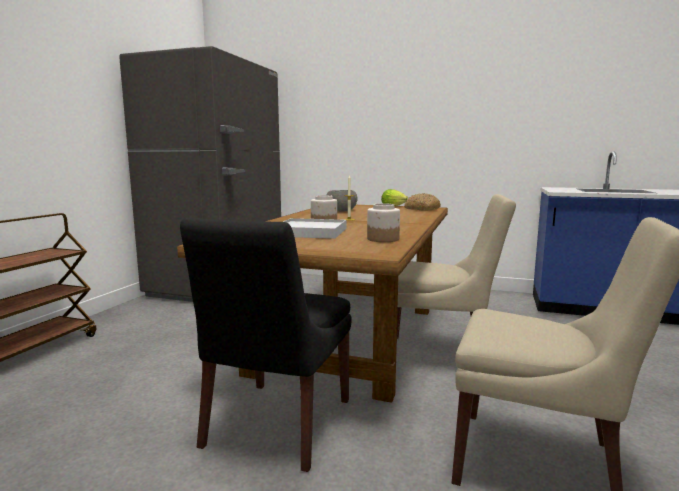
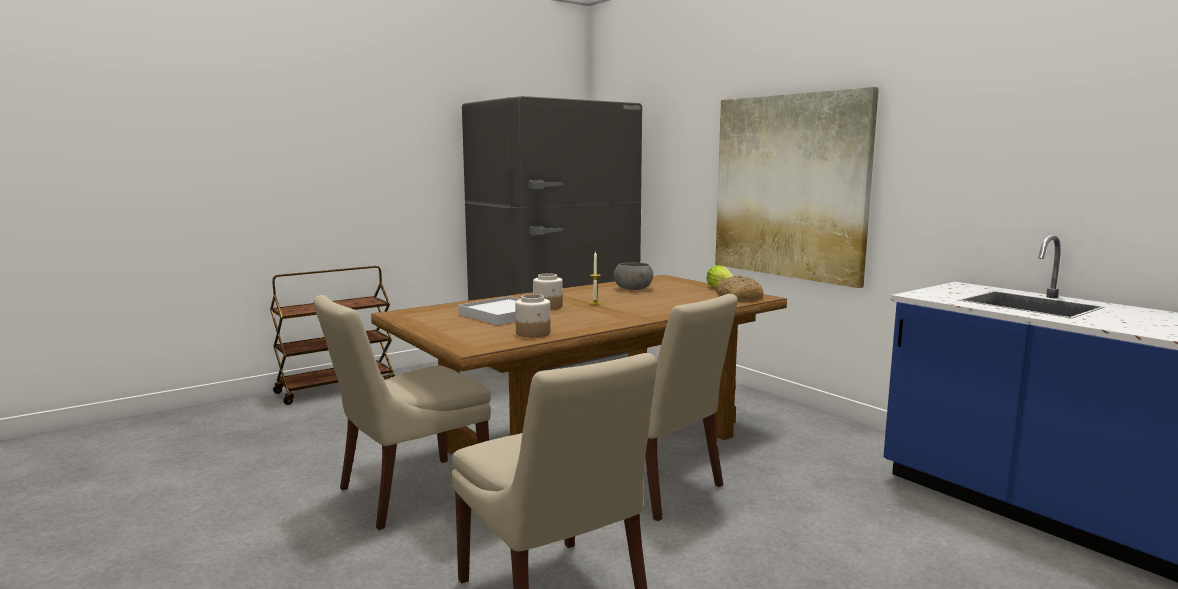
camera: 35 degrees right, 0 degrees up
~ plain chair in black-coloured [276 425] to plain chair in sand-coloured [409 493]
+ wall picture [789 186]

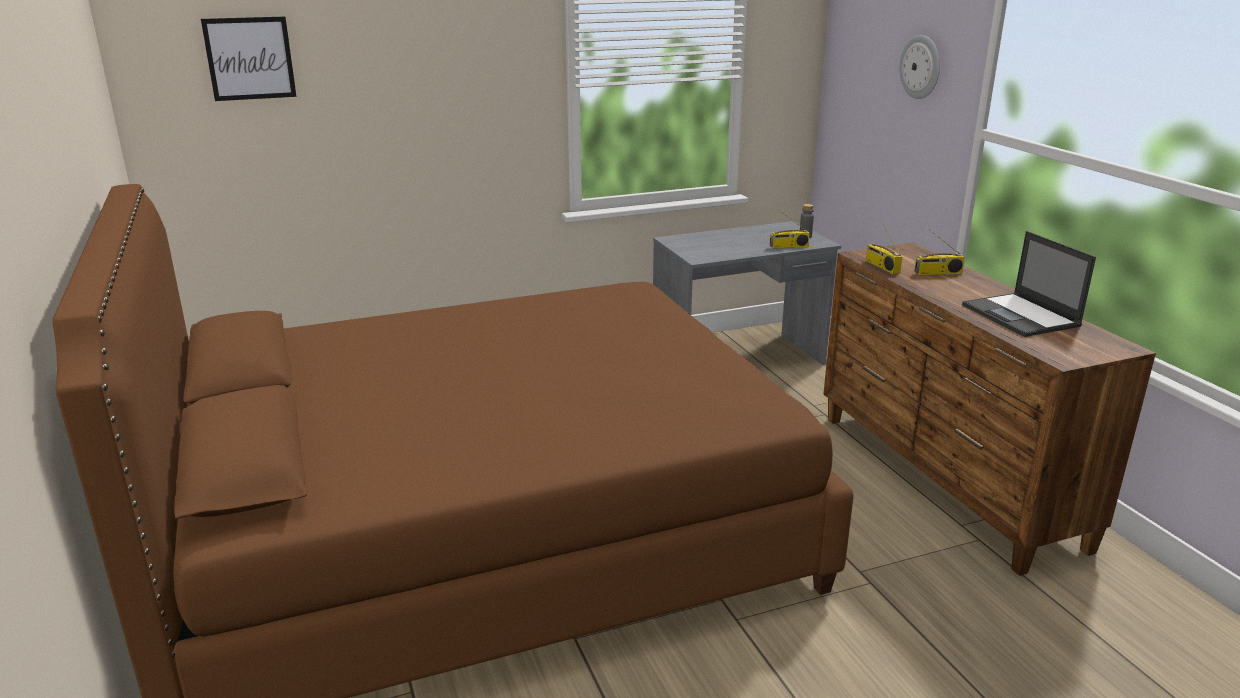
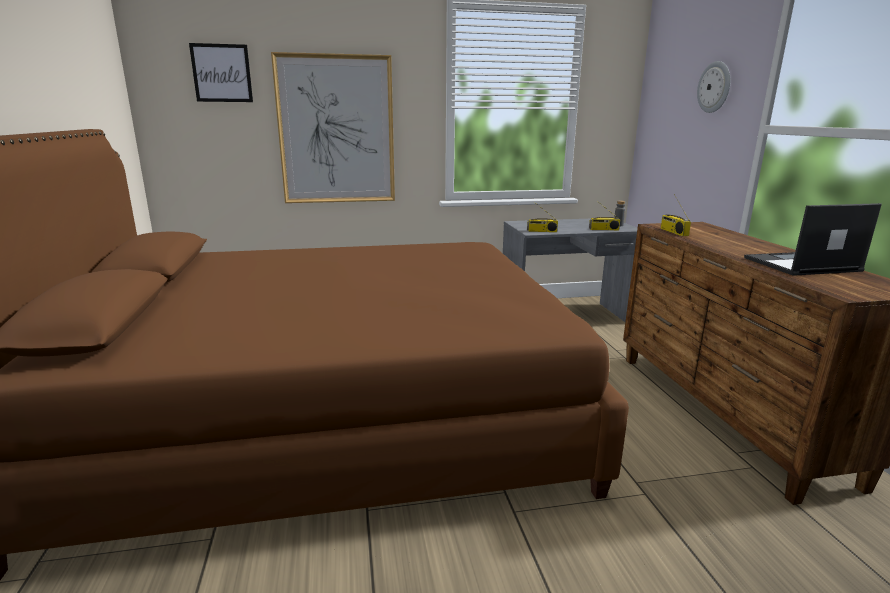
camera: 10 degrees right, 5 degrees down
~ radio [937 273] to [541 231]
~ notebook computer [1021 316] = [800 264] 90 degrees clockwise
+ wall picture [336 130]

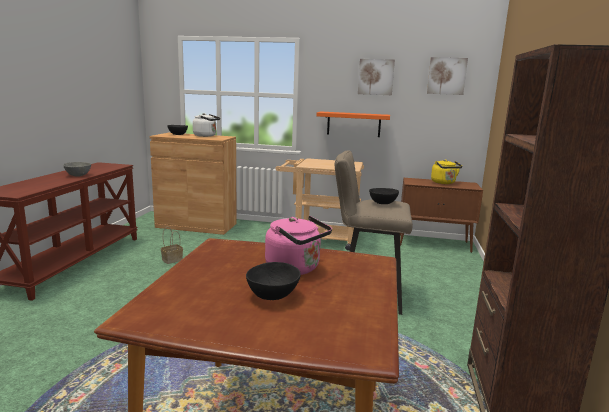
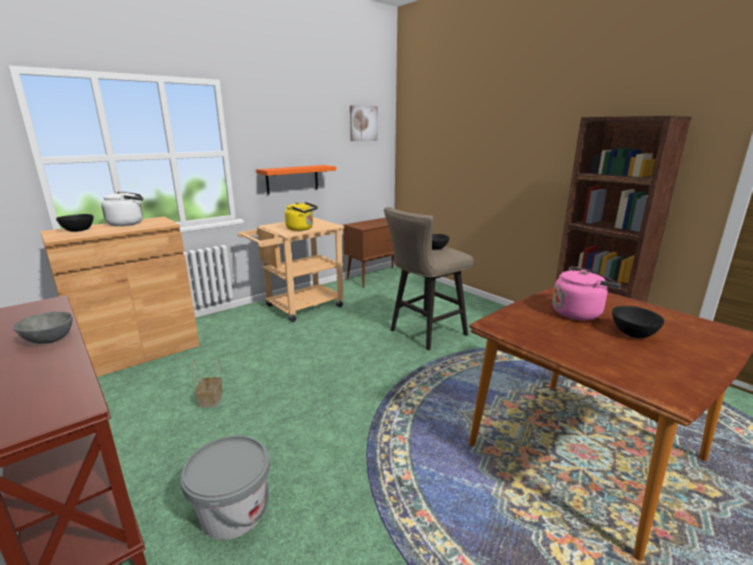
camera: 50 degrees left, 5 degrees up
- wall picture [376 77]
~ tea kettle in yellow [444 183] to [301 229]
+ bucket in gray [233 512]

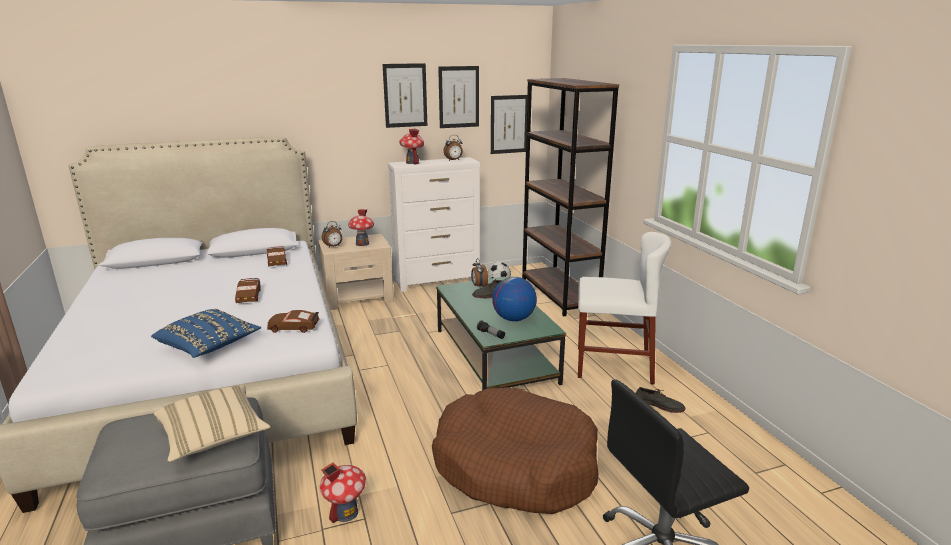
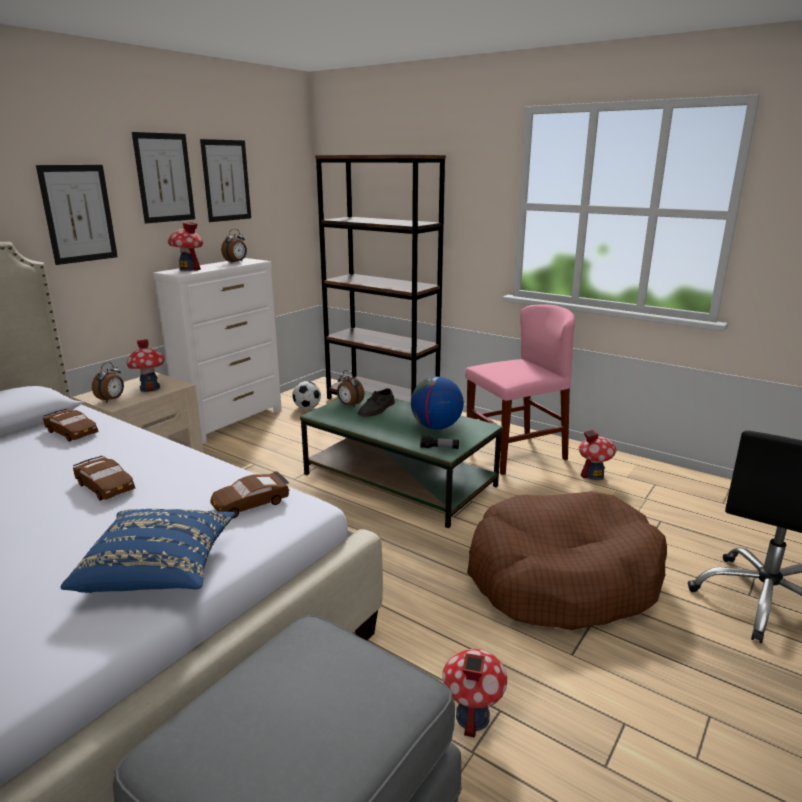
camera: 35 degrees left, 0 degrees up
- throw pillow in sand-coloured [213 436]
~ wall picture [509 124] to [78 214]
~ plain chair in white-coloured [613 365] to plain chair in pinkish [515 453]
~ low shoe in gray [658 405] to toy house [594 475]

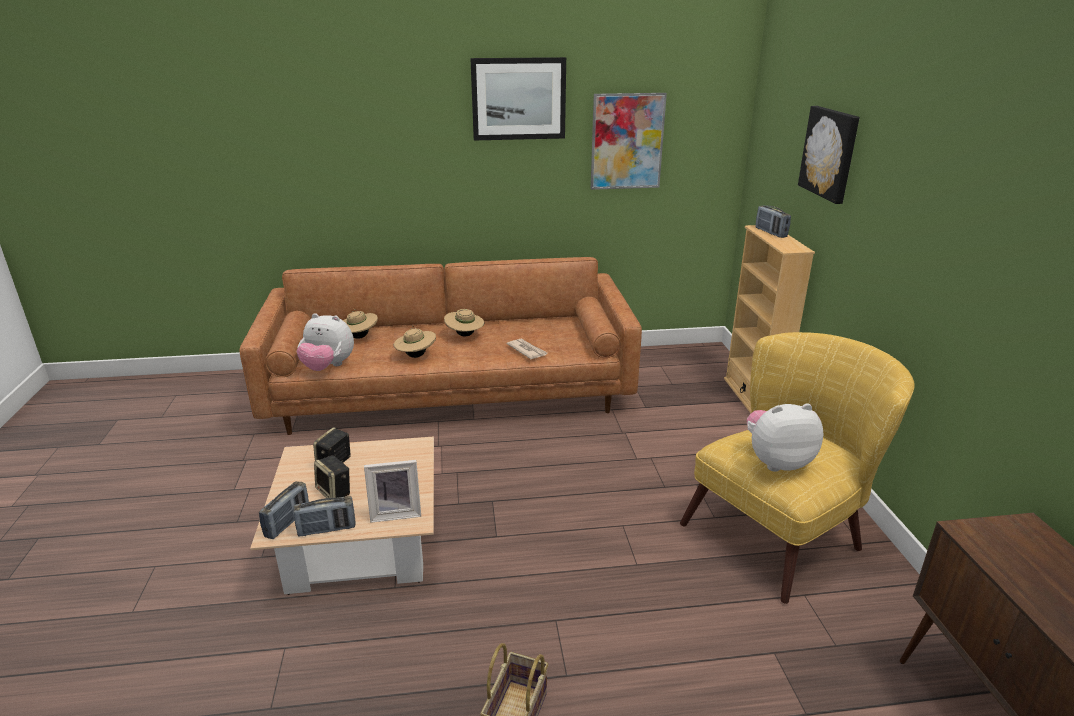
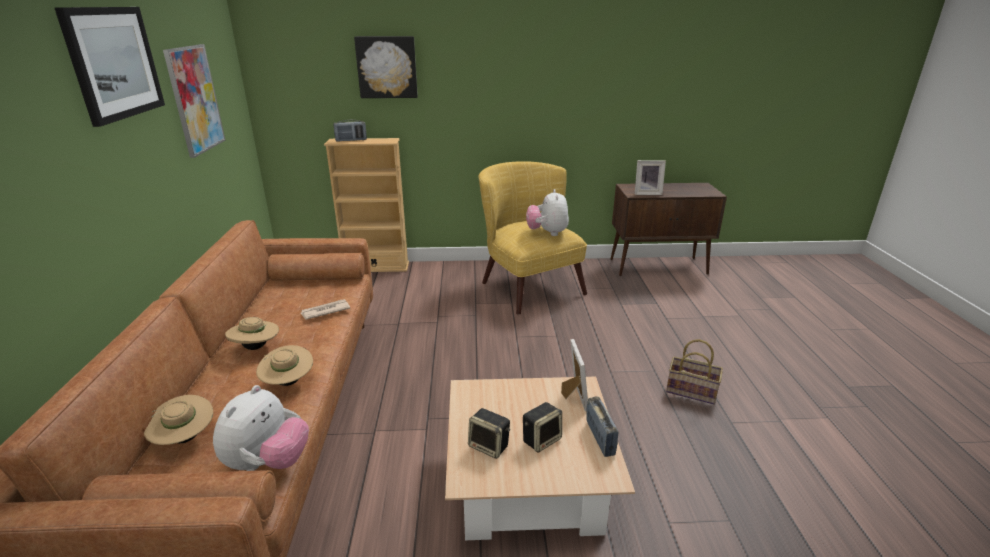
camera: 85 degrees left, 0 degrees up
- radio [287 522]
+ picture frame [647 193]

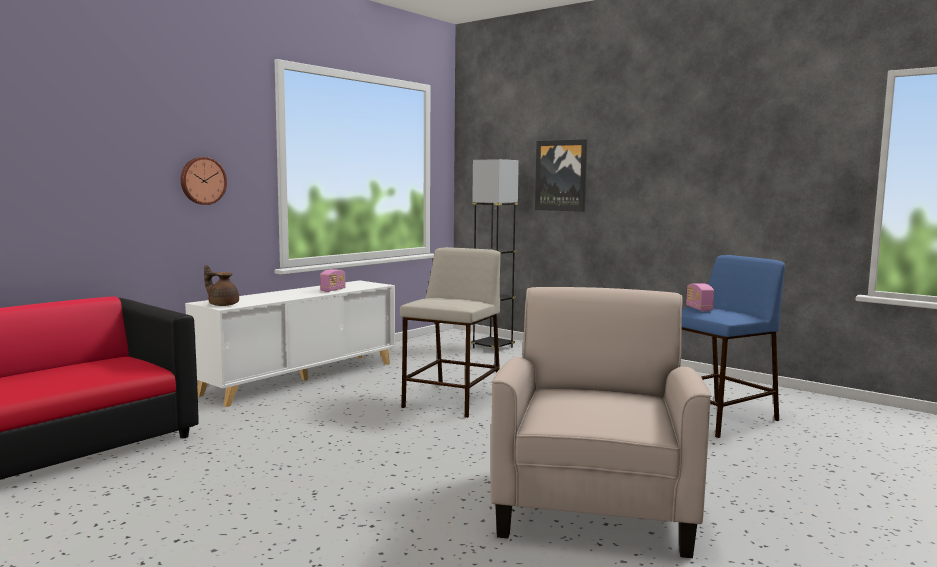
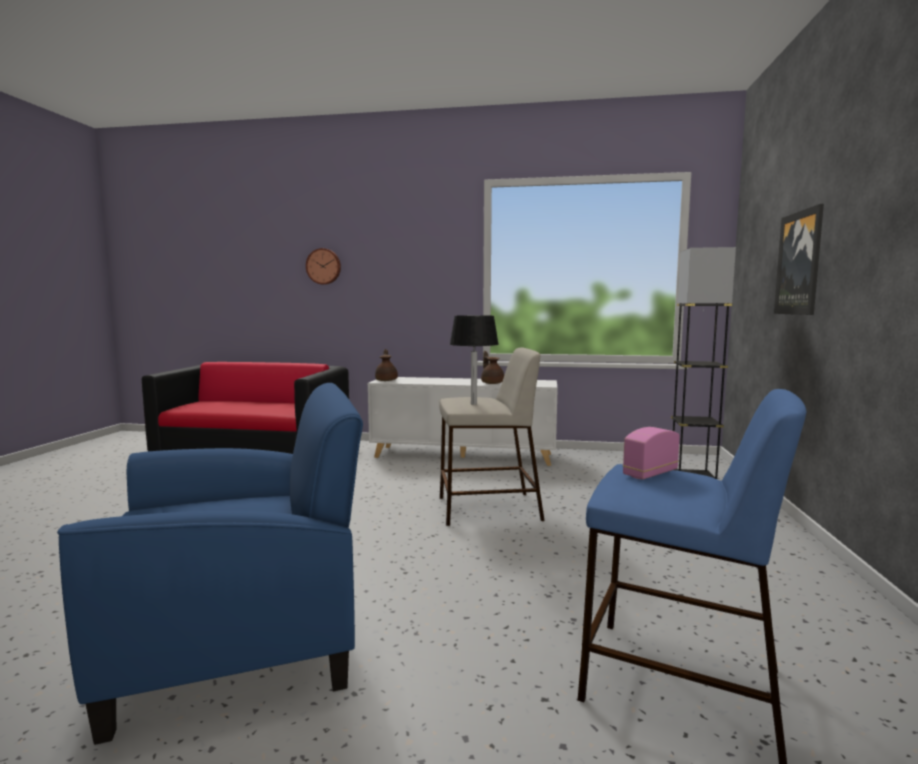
camera: 60 degrees right, 0 degrees up
~ hanging clock [202 181] to [324 266]
~ radio [333 290] to tea pot in brown [492 383]
~ armchair in sand-coloured [594 506] to armchair in blue [241 642]
+ tabletop lamp in black-coloured [474 404]

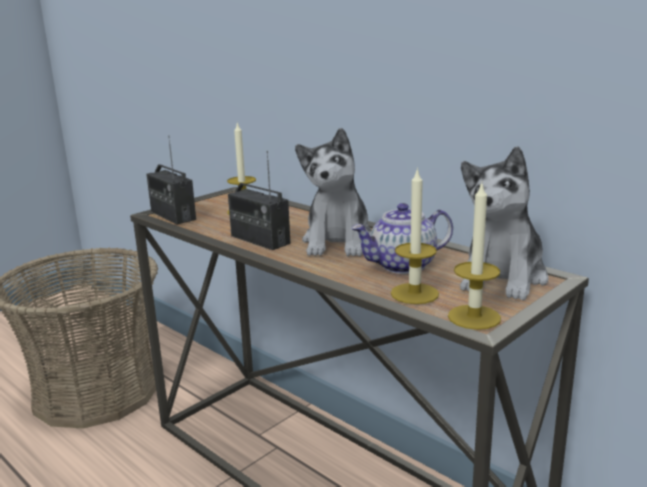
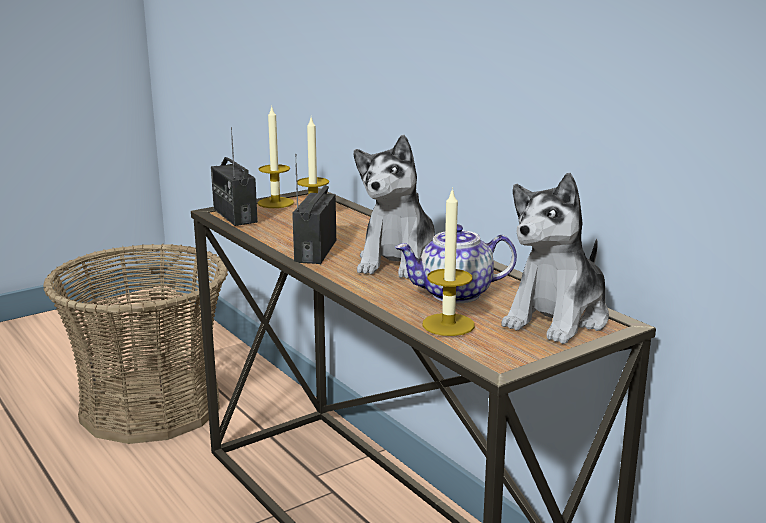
camera: 10 degrees right, 0 degrees up
~ radio [259 240] = [315 251] 45 degrees clockwise
~ wax light [474 317] to [275 203]

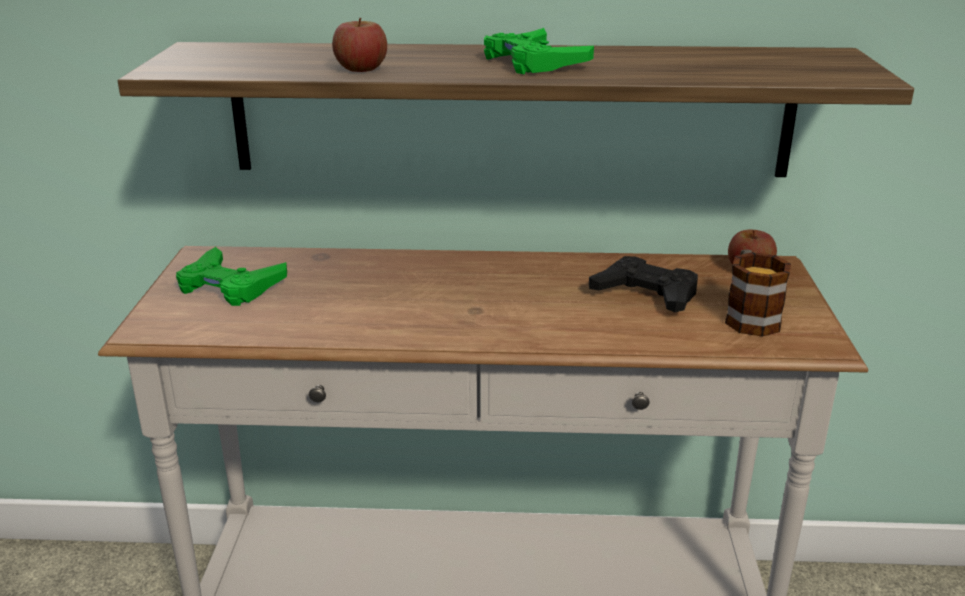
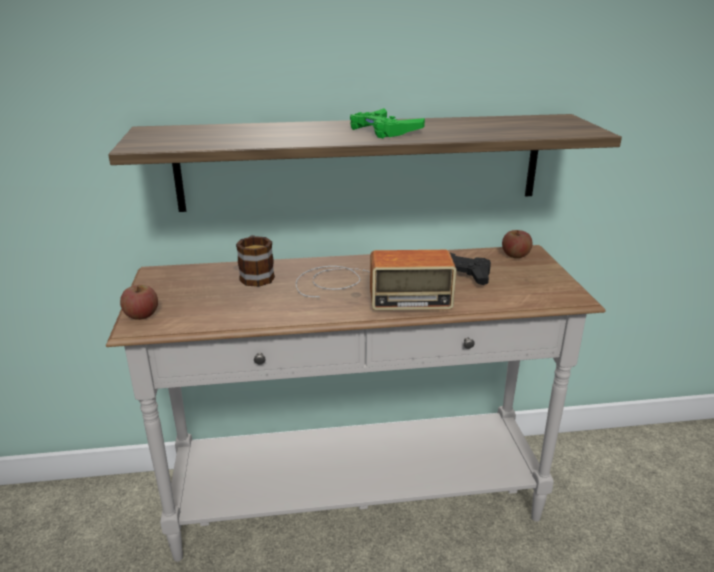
camera: 10 degrees left, 0 degrees up
- game controller in green-coloured [230 286]
~ apple [361 68] to [141 315]
~ mug [749 316] to [256 275]
+ radio [367 289]

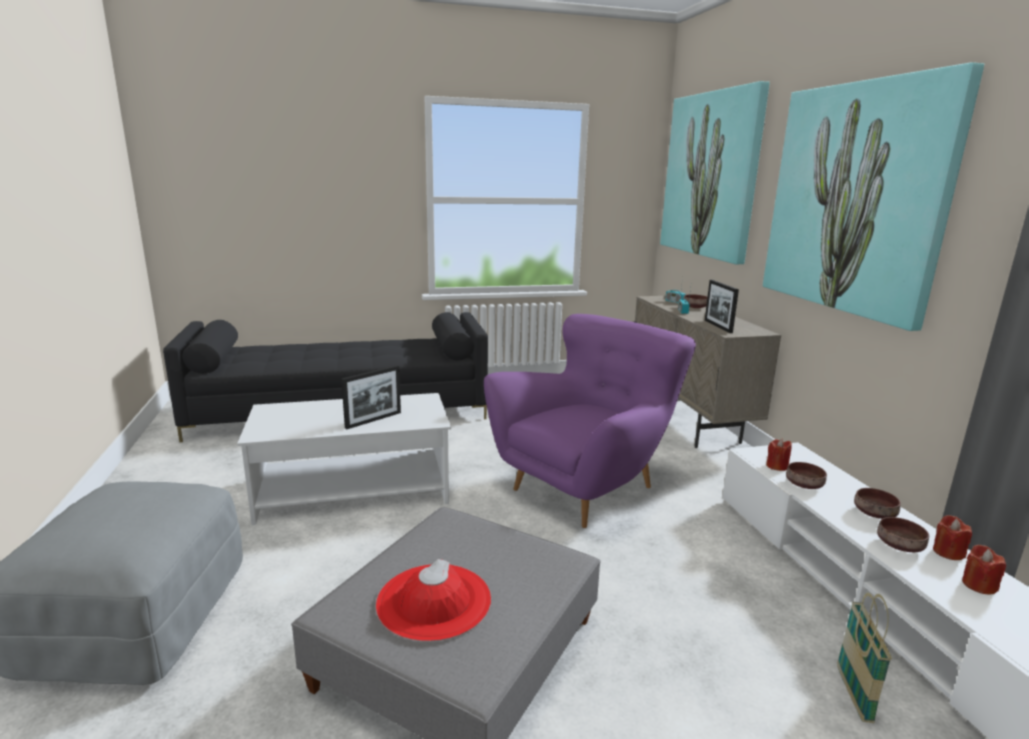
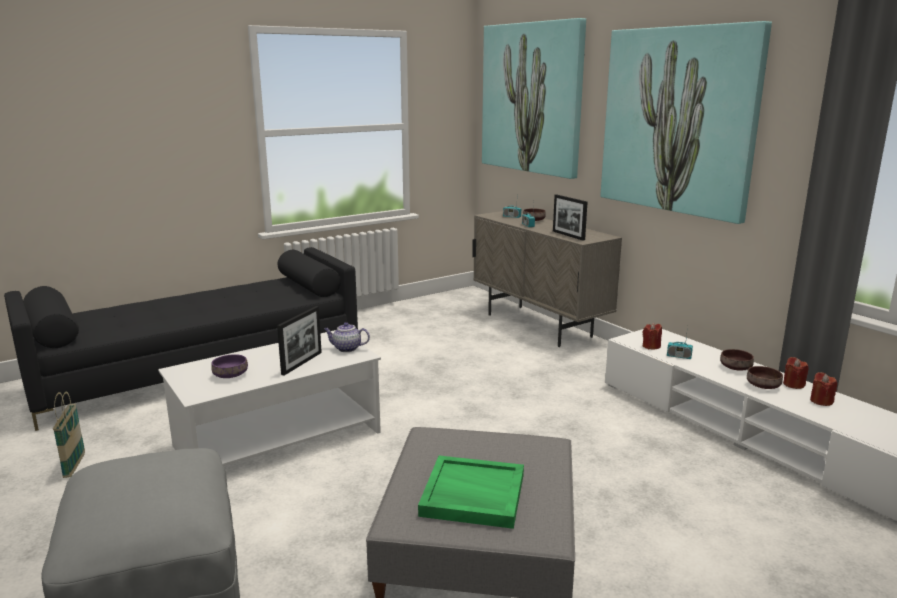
camera: 20 degrees left, 0 degrees up
~ hat in red [433 601] to serving tray in green-coloured [472 495]
- armchair in purple-coloured [586 487]
~ bowl in brown [805 485] to radio [679 356]
~ storage basket [853 694] to [74 466]
+ bowl in purple-coloured [230 375]
+ tea pot [346 348]

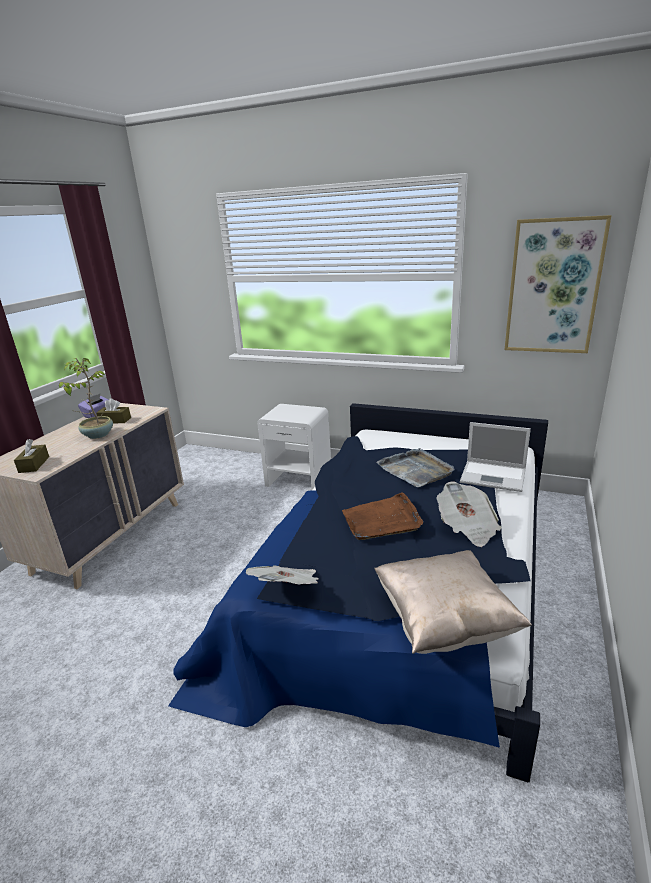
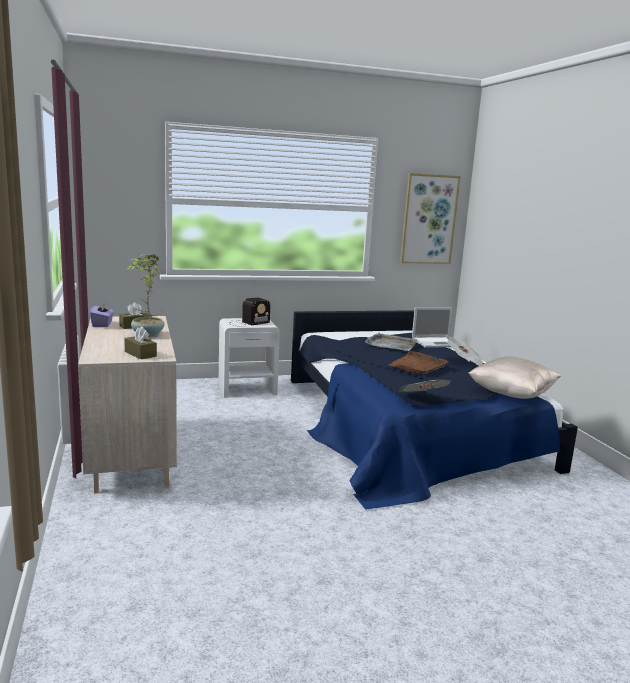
camera: 40 degrees left, 10 degrees down
+ radio [247 323]

